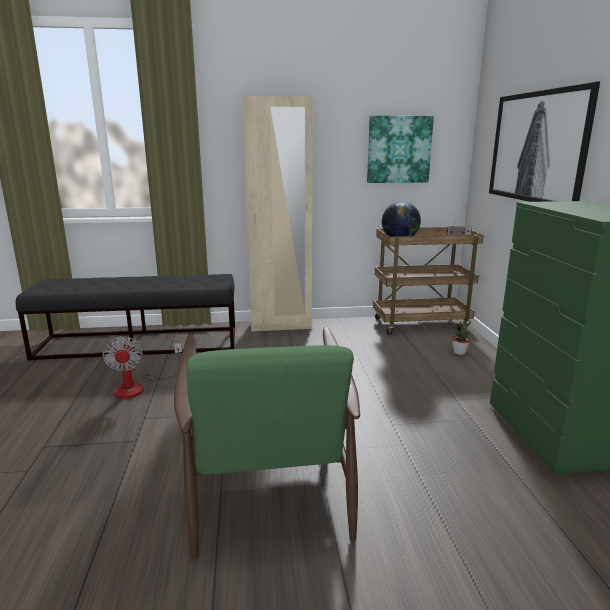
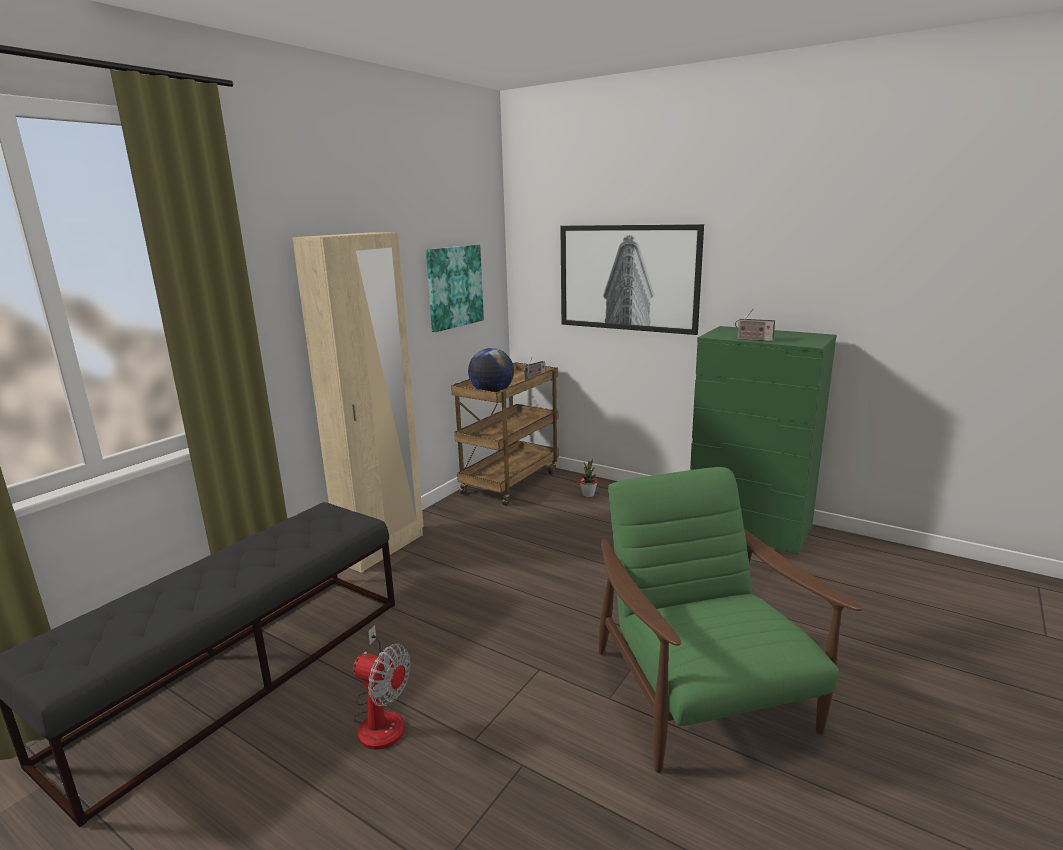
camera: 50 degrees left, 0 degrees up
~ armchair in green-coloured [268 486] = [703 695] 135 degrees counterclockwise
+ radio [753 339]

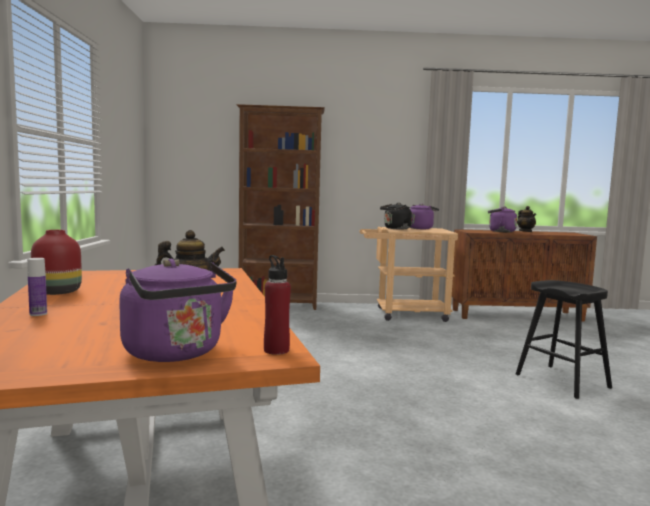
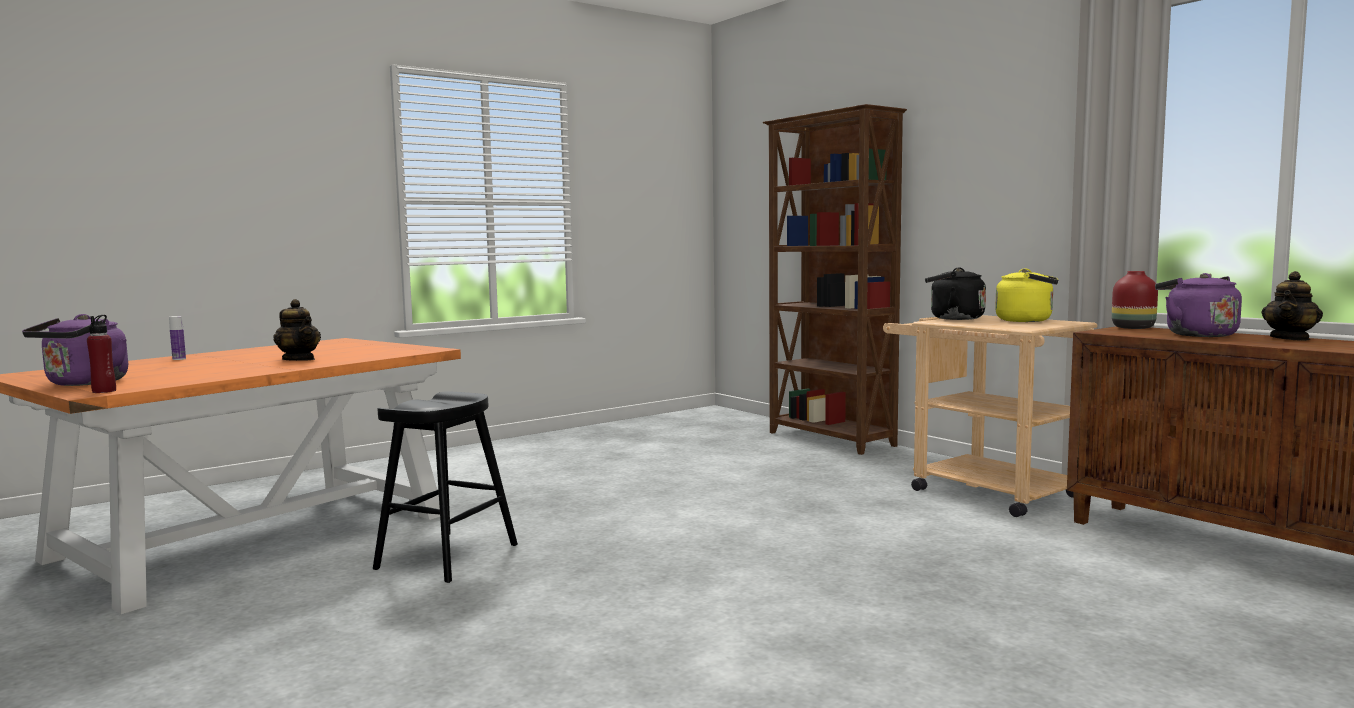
camera: 55 degrees right, 0 degrees up
~ flower vase in red [58 292] to [1133 328]
~ tea kettle in purple-coloured [421 228] to tea kettle in yellow [1027 320]
~ sitting stool in black-coloured [562 381] to [448 556]

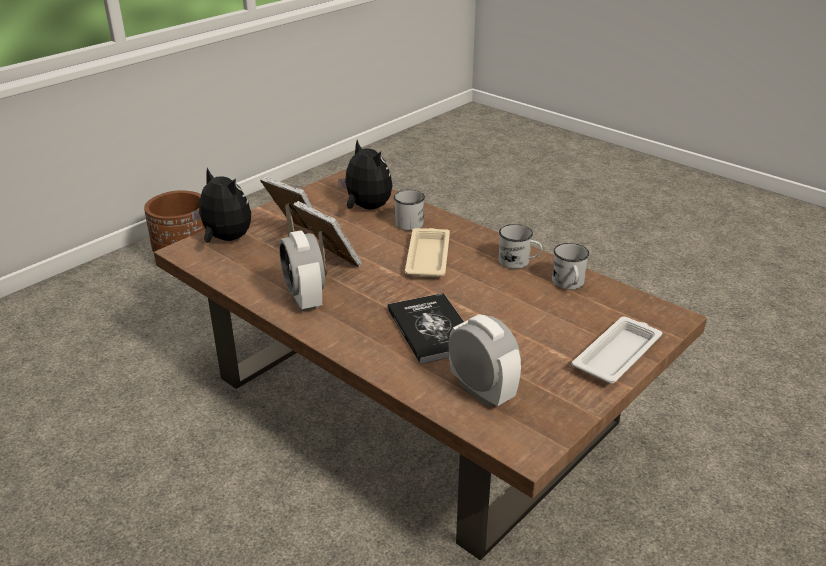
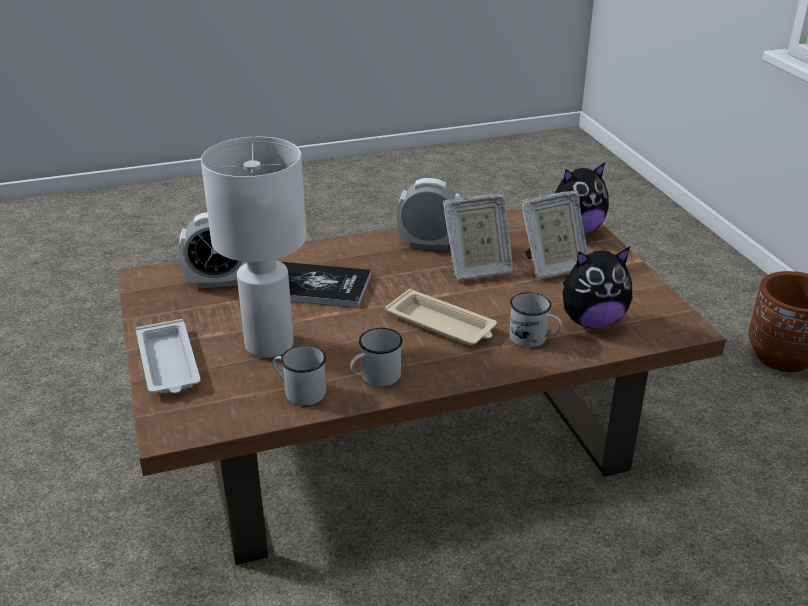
camera: 120 degrees right, 0 degrees up
+ tabletop lamp in white-coloured [268 345]

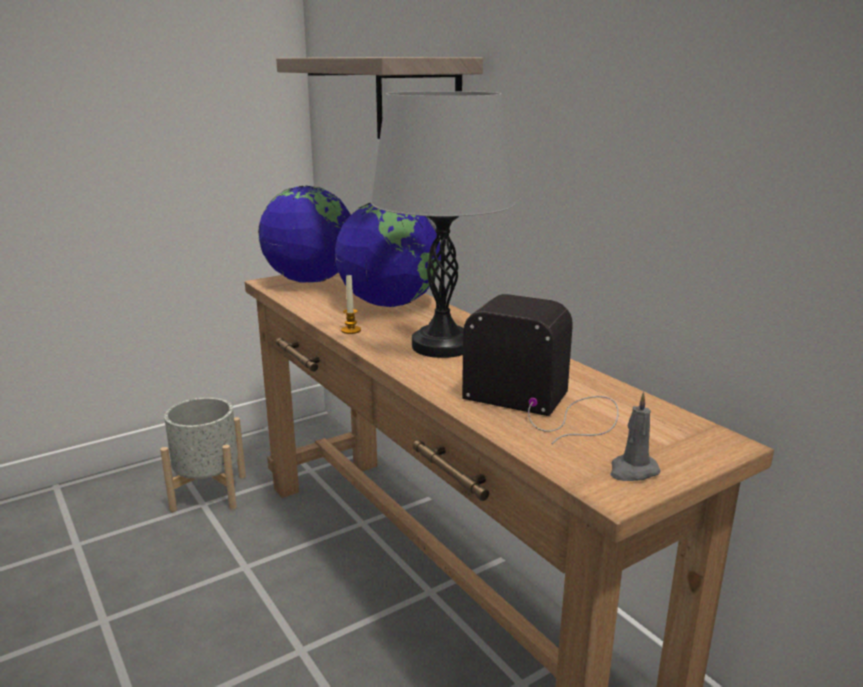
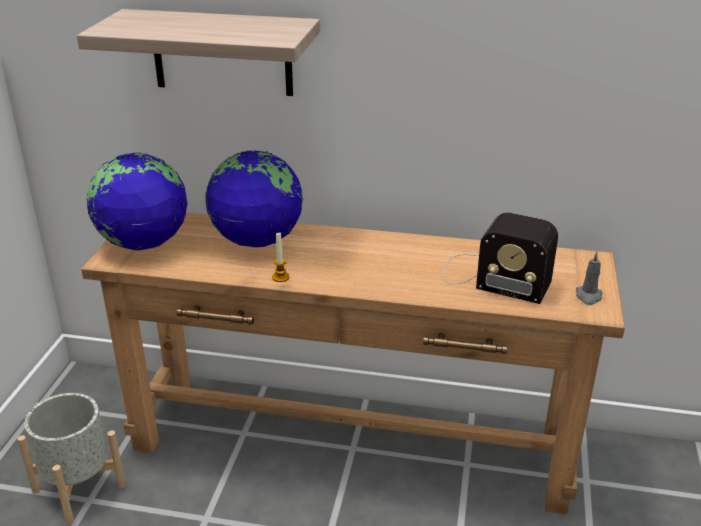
camera: 45 degrees left, 10 degrees up
- tabletop lamp in gray [442 346]
~ radio [545 405] = [491 277] 135 degrees counterclockwise

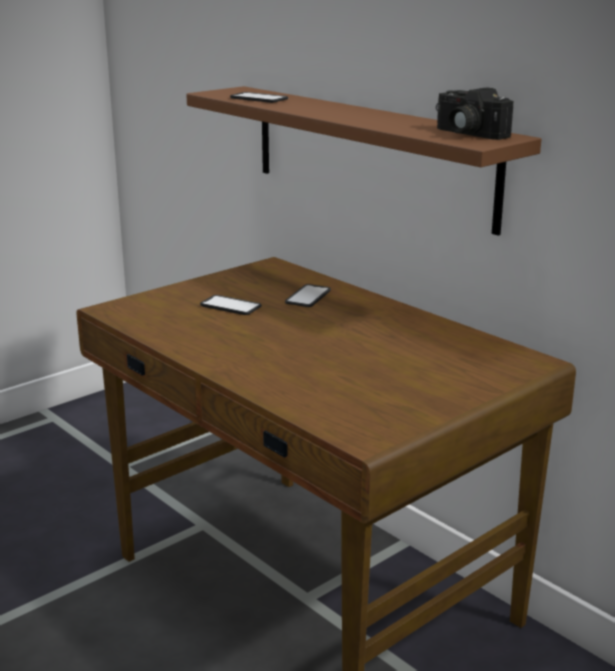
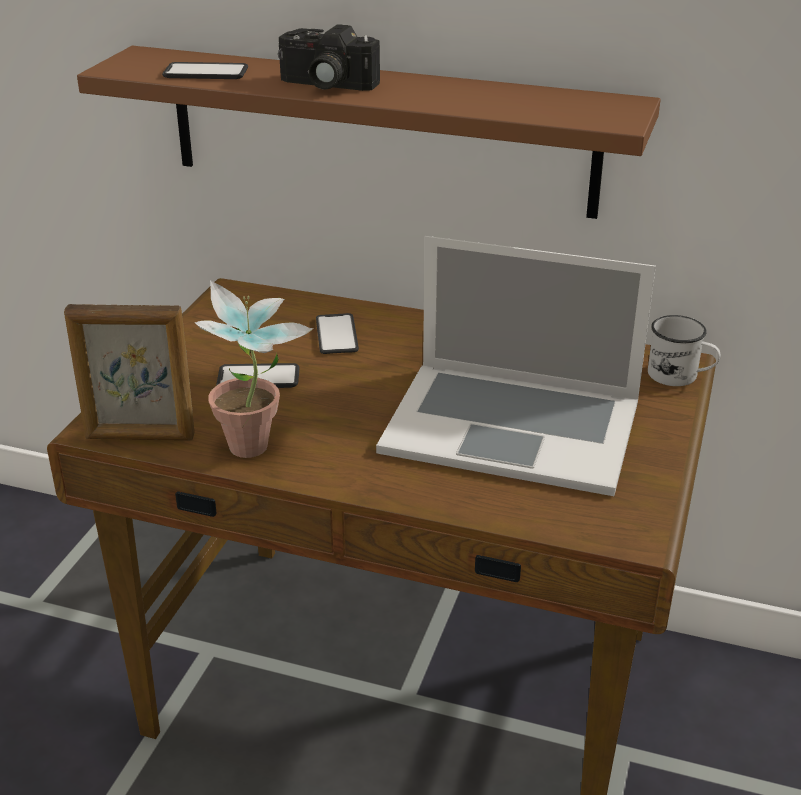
camera: 30 degrees left, 10 degrees up
~ photo camera [466 133] to [325 85]
+ picture frame [140 437]
+ houseplant [257 453]
+ notebook computer [512 425]
+ mug in white-coloured [680 376]

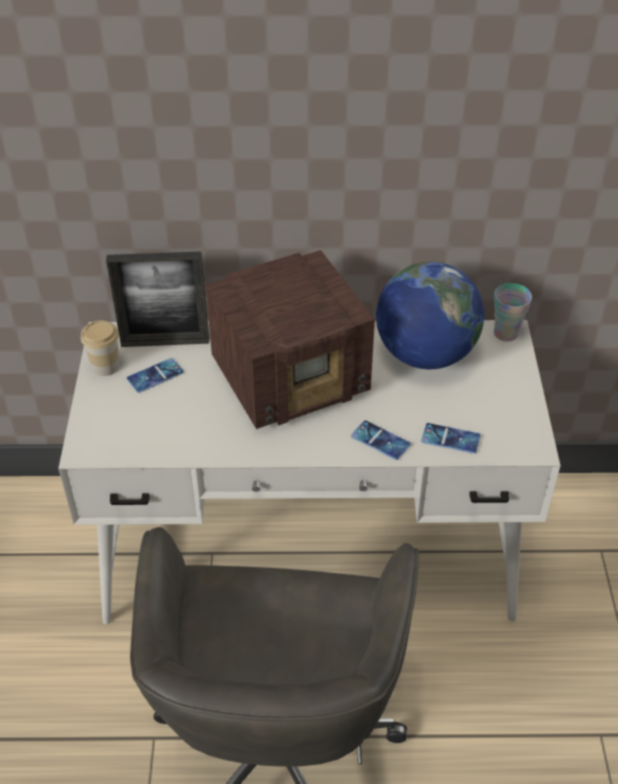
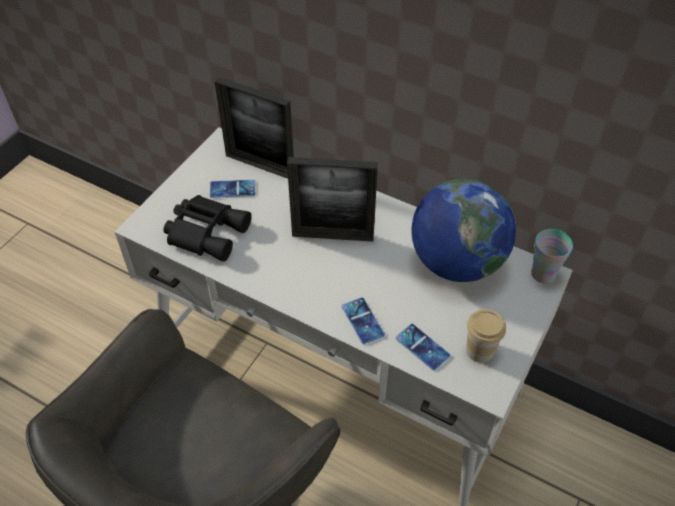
camera: 30 degrees right, 5 degrees up
~ small cup [105 366] to [479 350]
~ radio [293 378] to picture frame [333 235]
+ pair of binoculars in black-coloured [207 231]

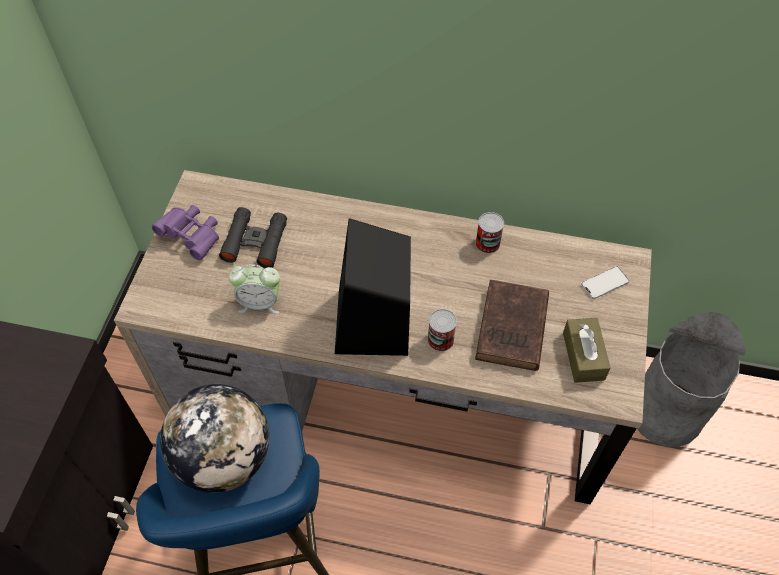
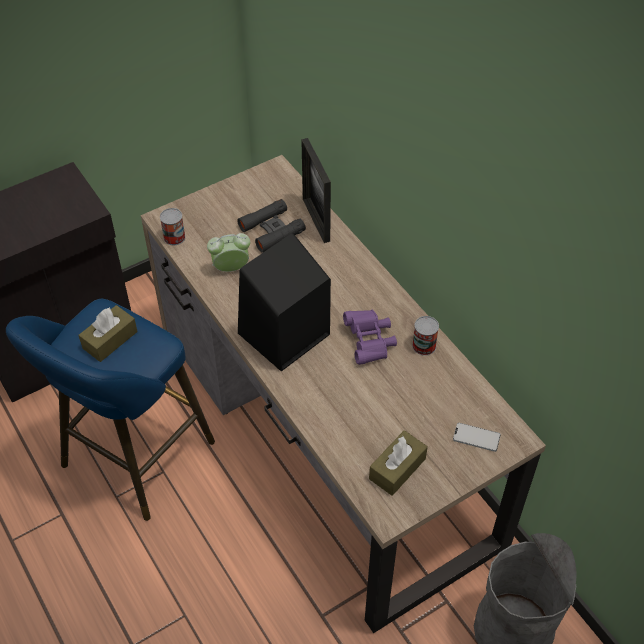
camera: 45 degrees right, 5 degrees down
~ pair of binoculars in purple-coloured [192 237] to [369 342]
~ desk globe [224 457] to box of tissues in brown [110 340]
~ bedside clock [260 303] = [231 268] 120 degrees clockwise
~ sealed can [440 339] to [174 237]
- volume in brown [511 330]
+ picture frame [316 220]

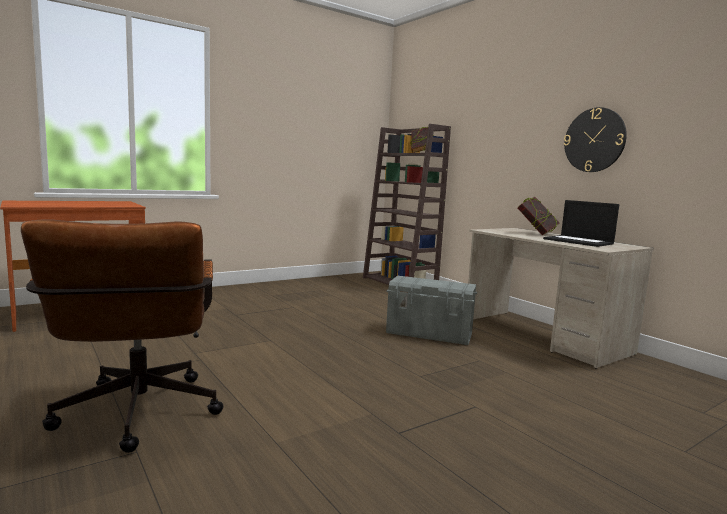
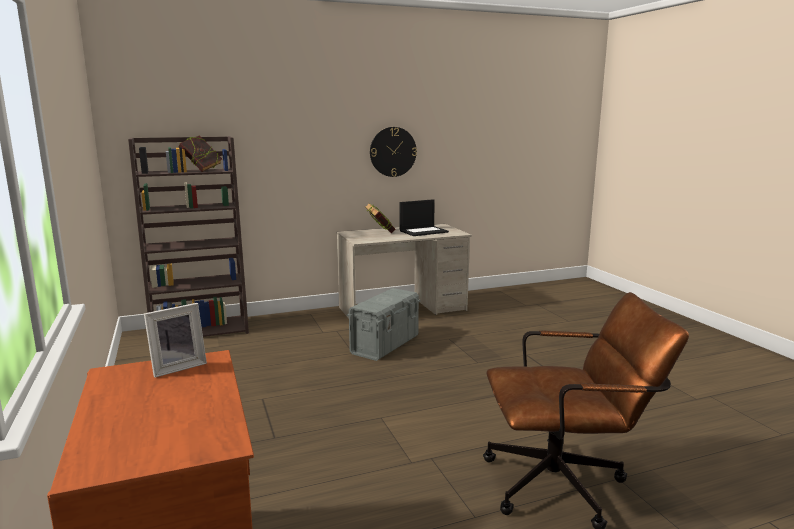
camera: 75 degrees left, 5 degrees up
+ picture frame [177 367]

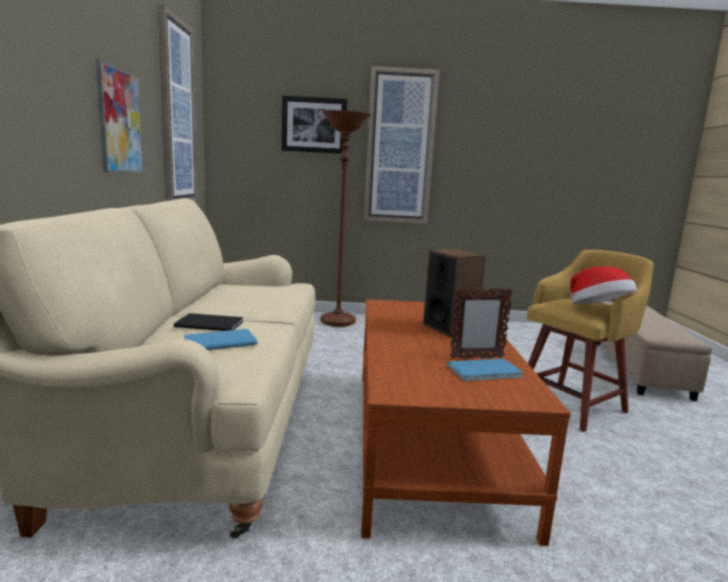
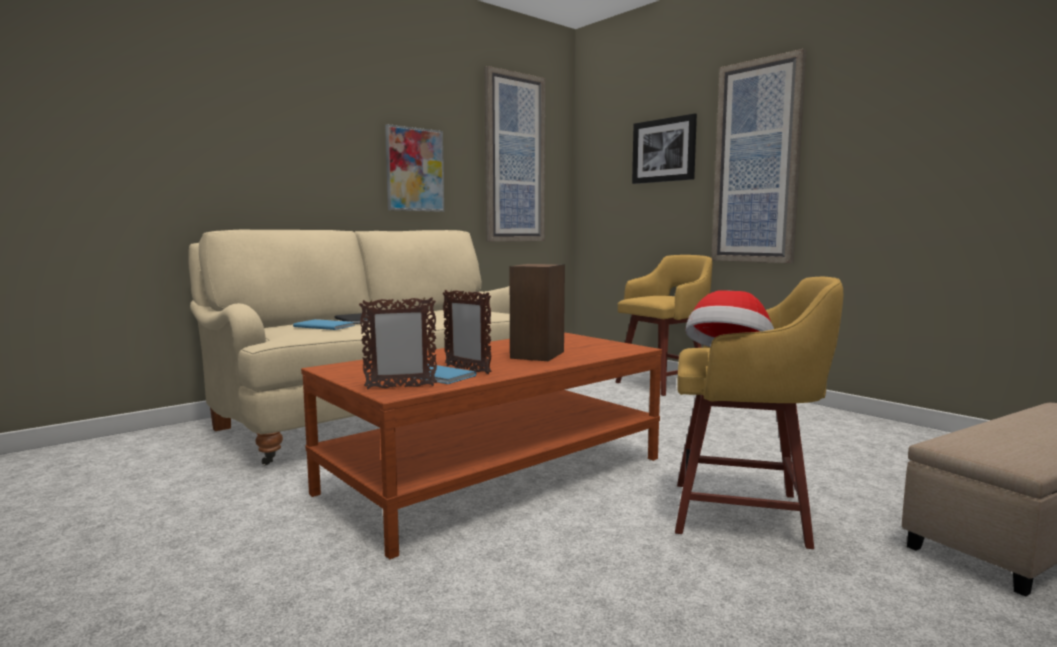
camera: 50 degrees right, 5 degrees down
~ standing lamp in brown [338 322] to sitting stool in yellow [664 384]
+ picture frame [400 387]

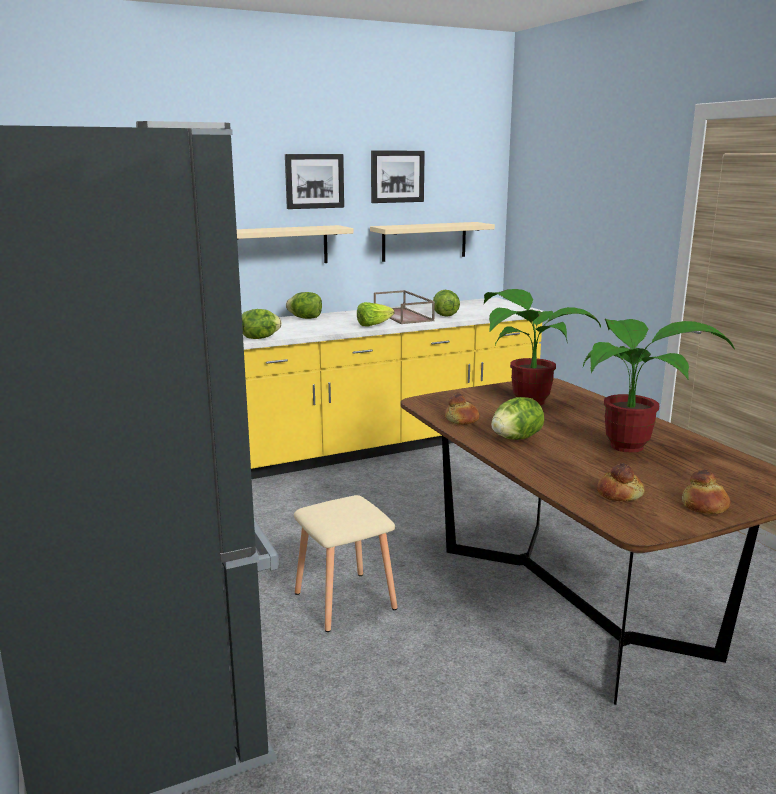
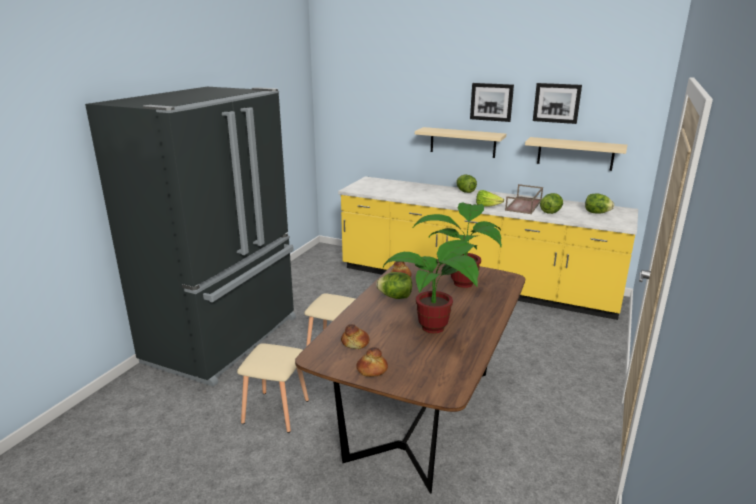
camera: 50 degrees right, 5 degrees up
~ lettuce [260 338] to [596 213]
+ sitting stool in sand-coloured [275 410]

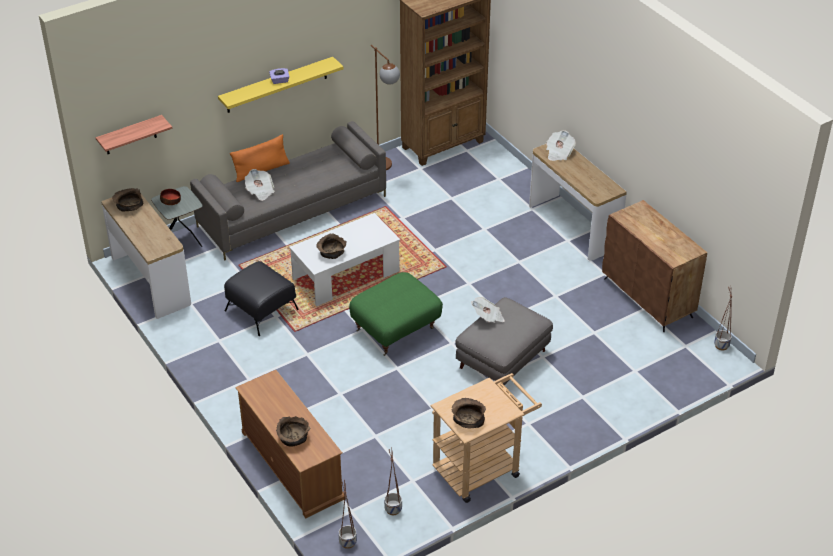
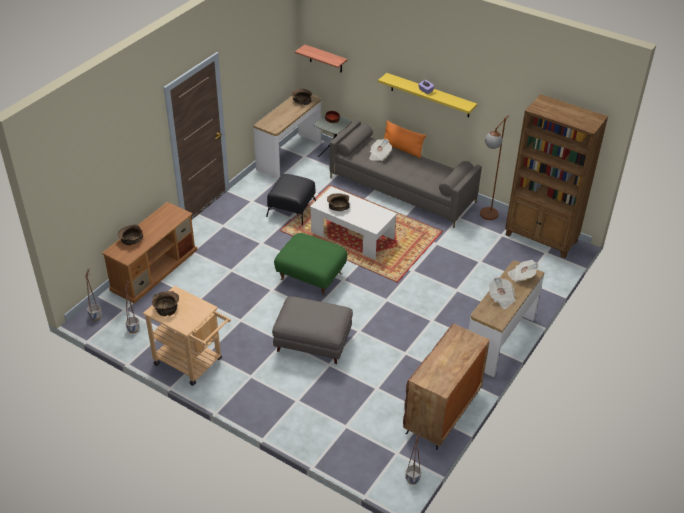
camera: 65 degrees right, 0 degrees up
~ printed paper [488 317] to [501 298]

